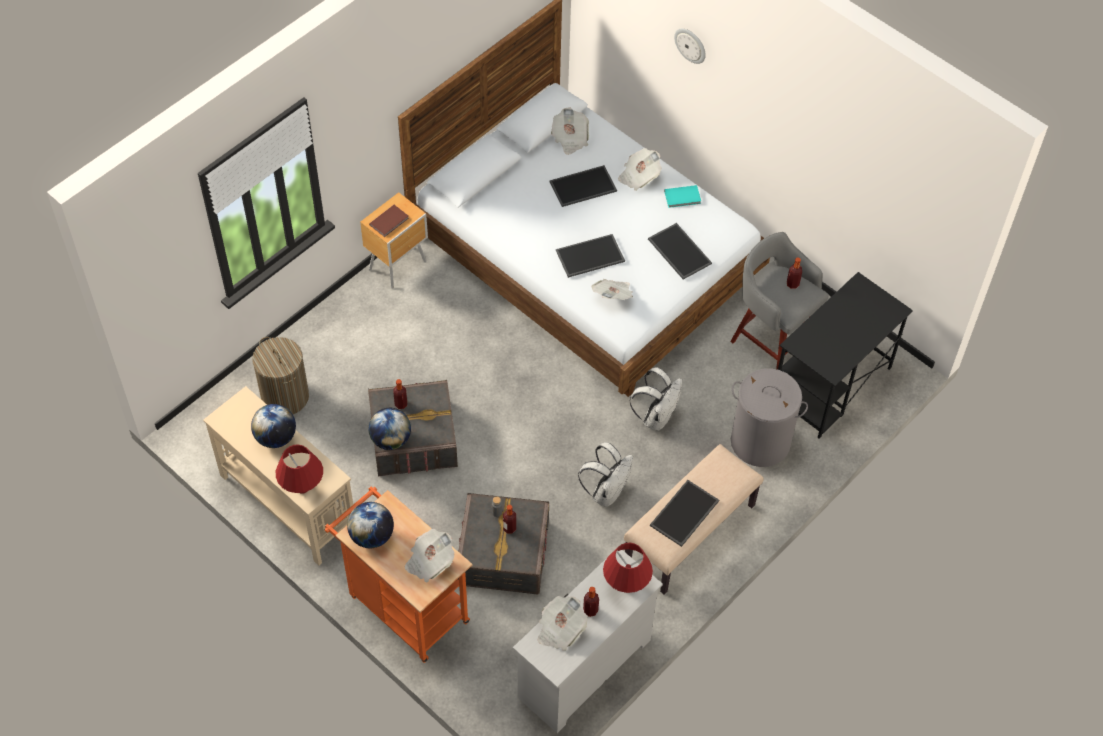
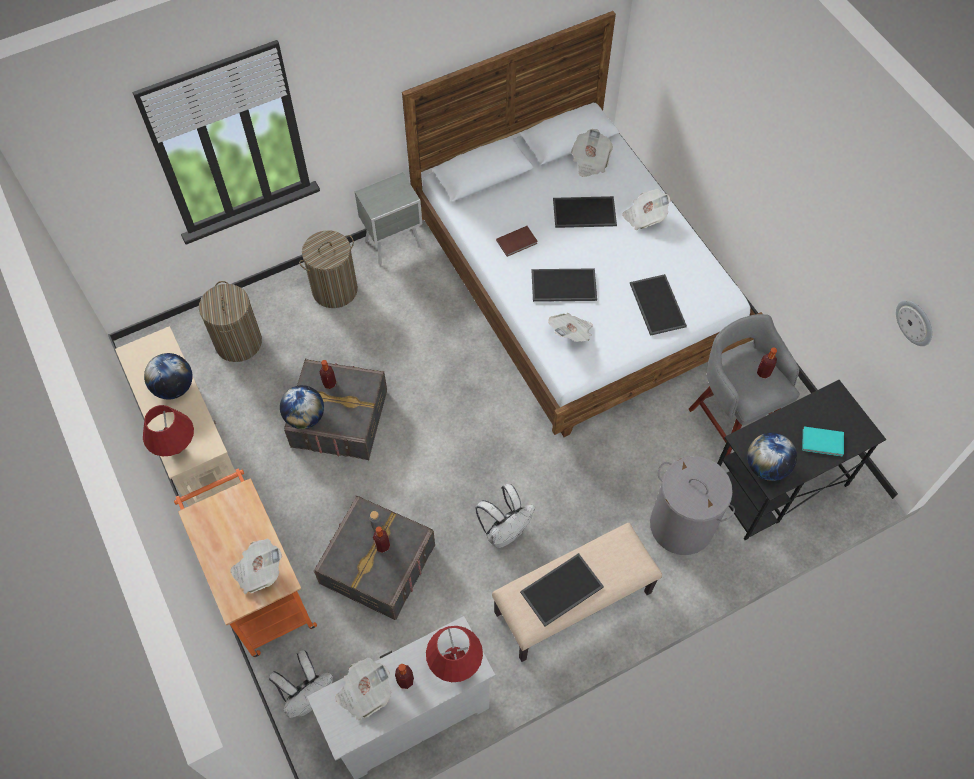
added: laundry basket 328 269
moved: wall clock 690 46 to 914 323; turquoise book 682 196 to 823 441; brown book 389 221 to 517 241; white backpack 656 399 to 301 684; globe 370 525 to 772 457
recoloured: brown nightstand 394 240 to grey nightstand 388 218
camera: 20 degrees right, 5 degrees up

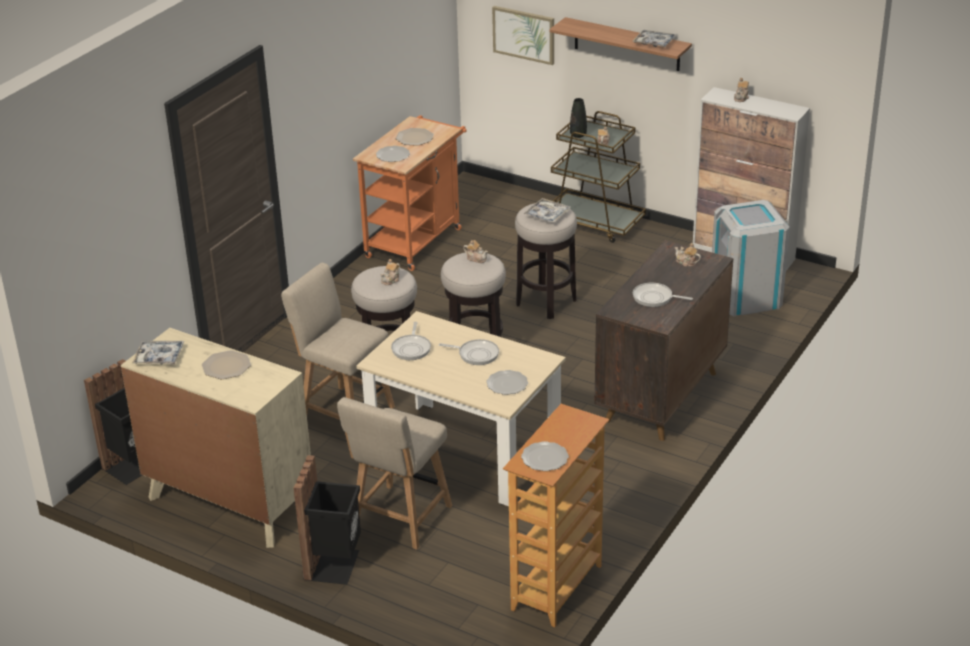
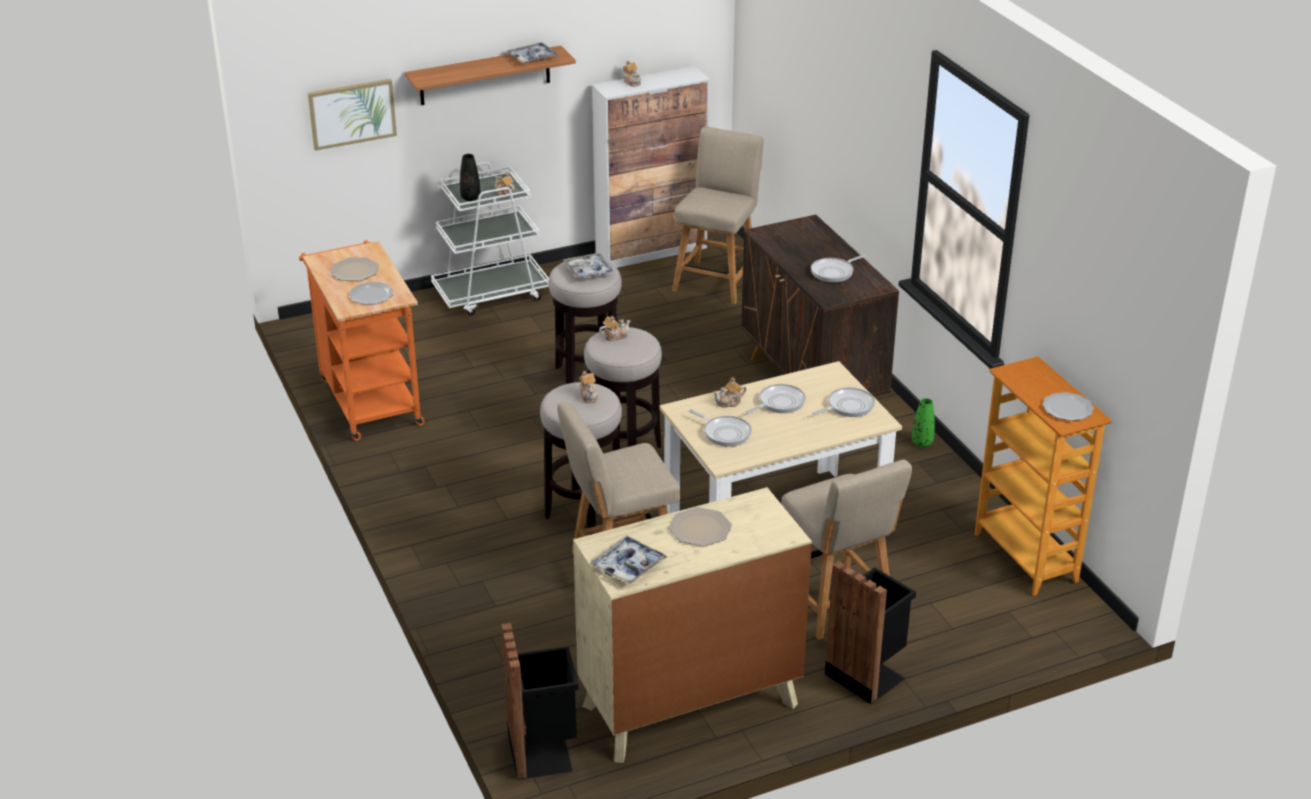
added: green vase 923 422
moved: teapot 688 255 to 729 392
replaced: grey trash can 751 258 to beige chair 718 215; plate 507 382 to frying pan 843 402
recoloured: brown cart 598 177 to white cart 490 238
camera: 55 degrees left, 0 degrees up

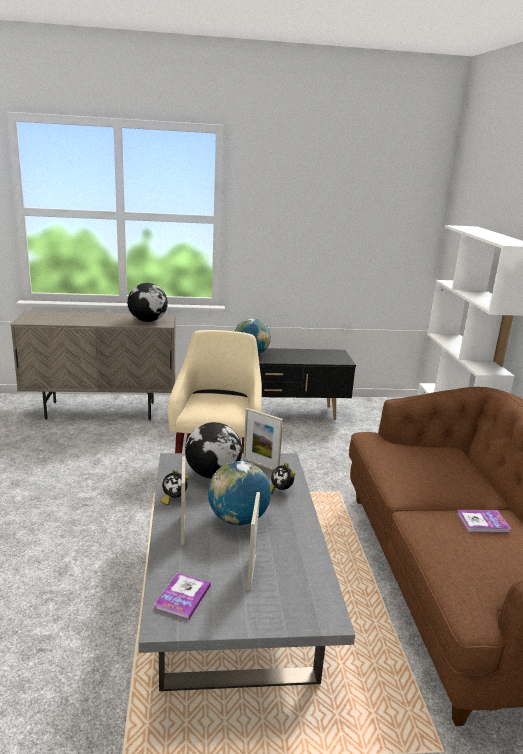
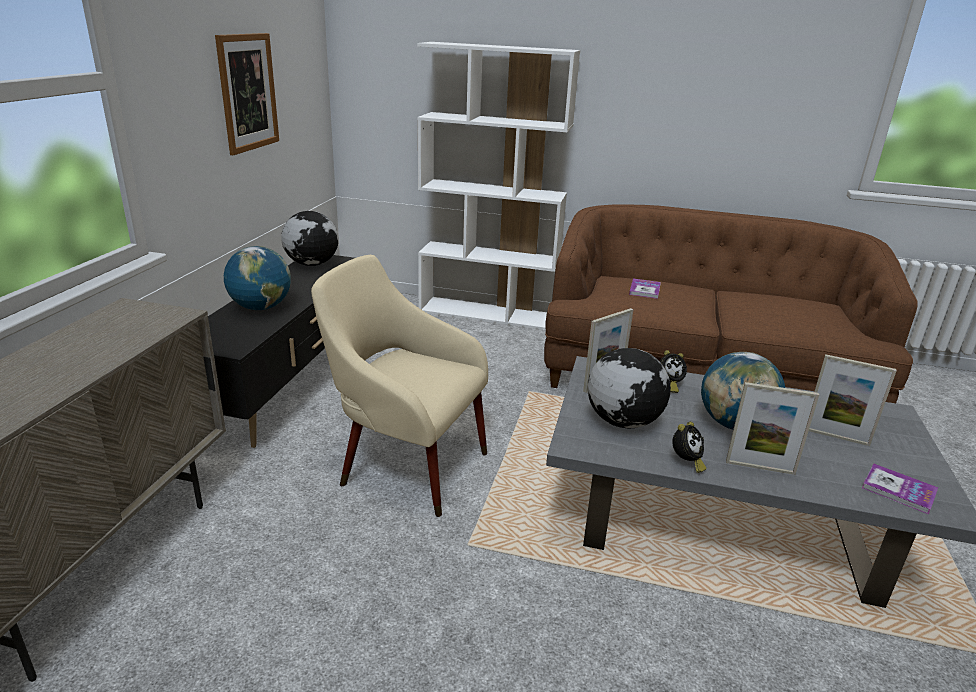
added: picture 247 94
moved: globe 147 302 to 310 238; book 484 521 to 645 288
camera: 70 degrees left, 5 degrees up

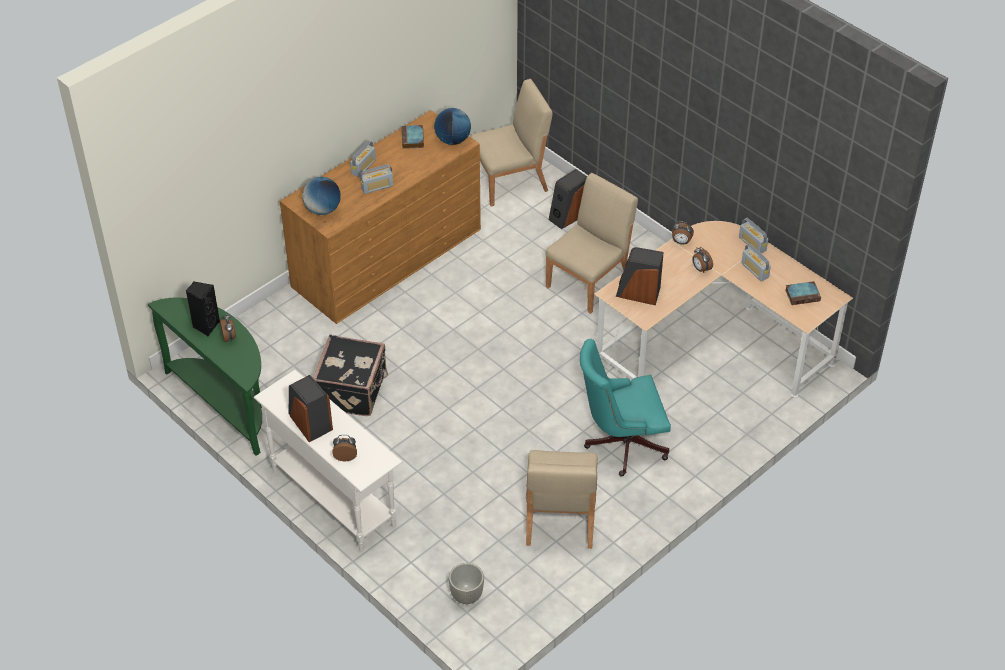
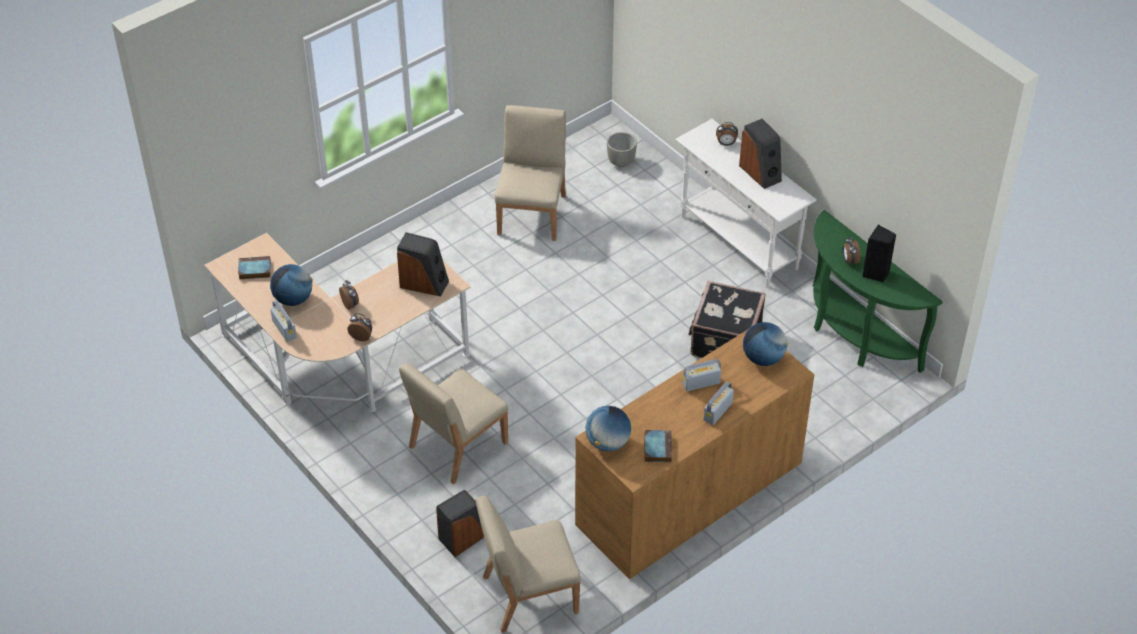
removed: turquoise office chair 625 408
replaced: radio 756 262 to globe 291 285
camera: 175 degrees left, 0 degrees up

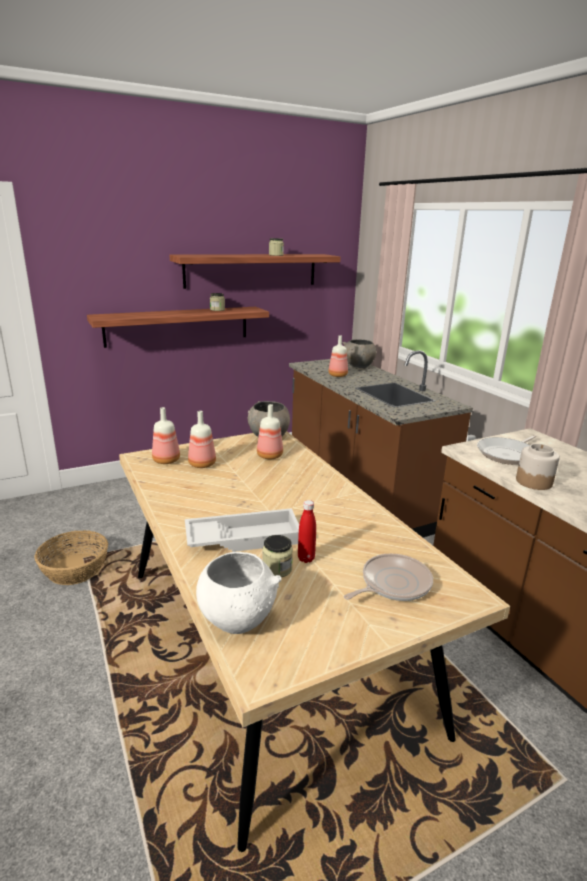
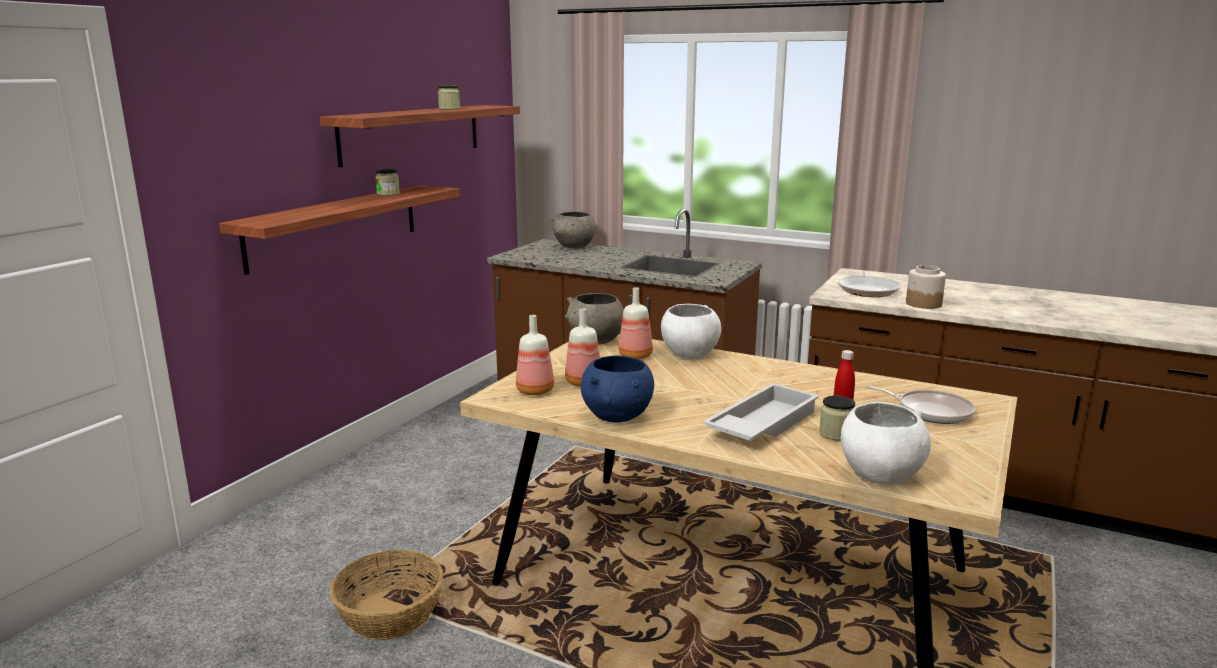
removed: bottle 338 356
added: white bowl 691 331; blue bowl 617 389
turned: frying pan 388 577 = 920 404 105 degrees clockwise
camera: 35 degrees left, 5 degrees down

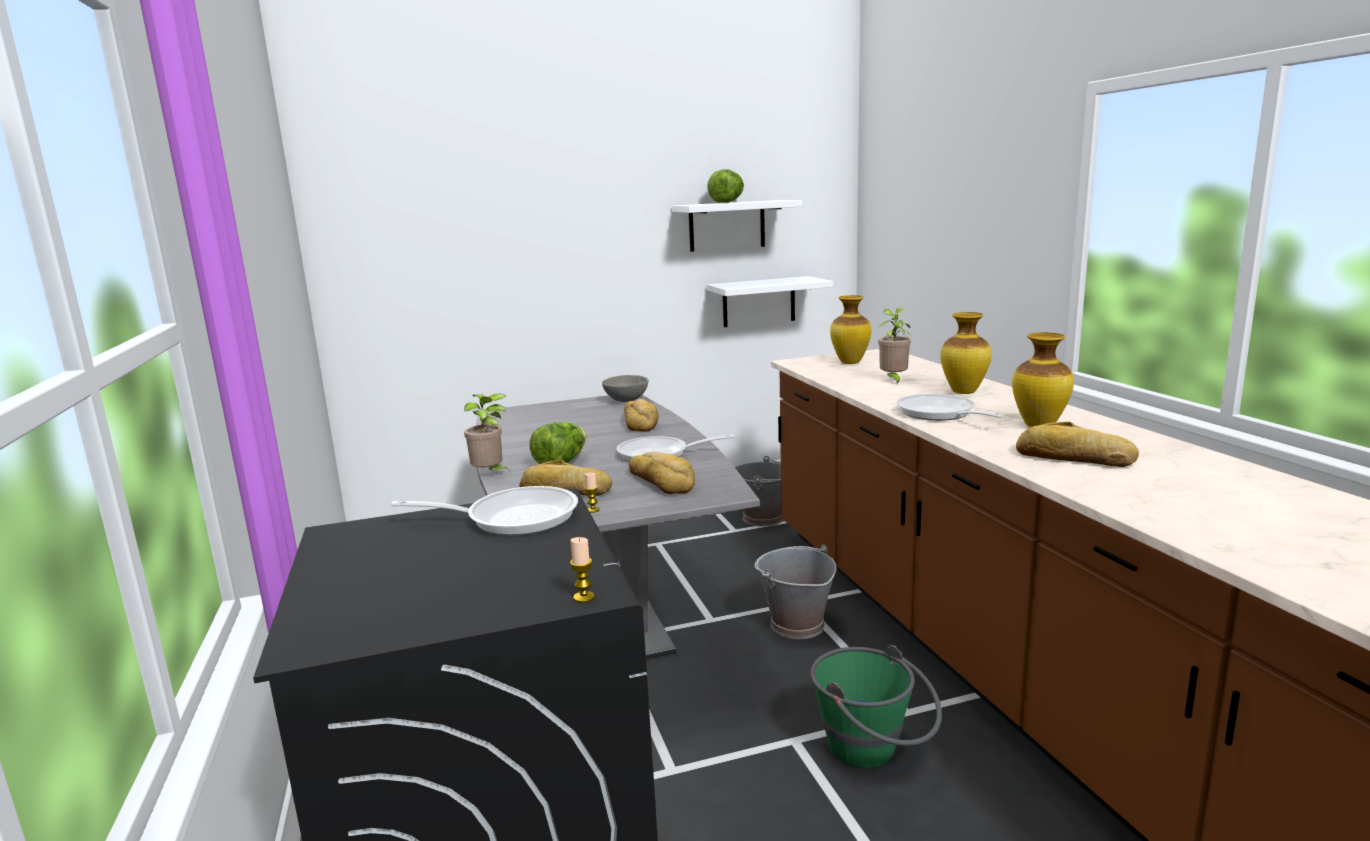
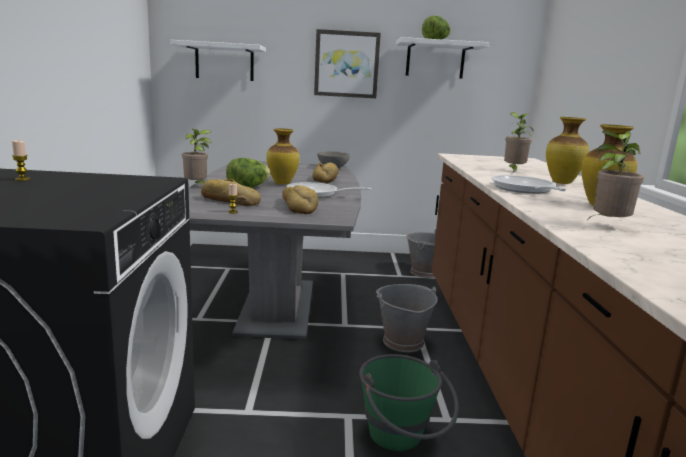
removed: frying pan 484 511
added: picture 347 63
moved: white shelf 770 301 to 218 60; vase 850 329 to 283 157; candle 582 570 to 21 160
replaced: bread 1077 444 to potted plant 616 175
camera: 15 degrees right, 0 degrees up

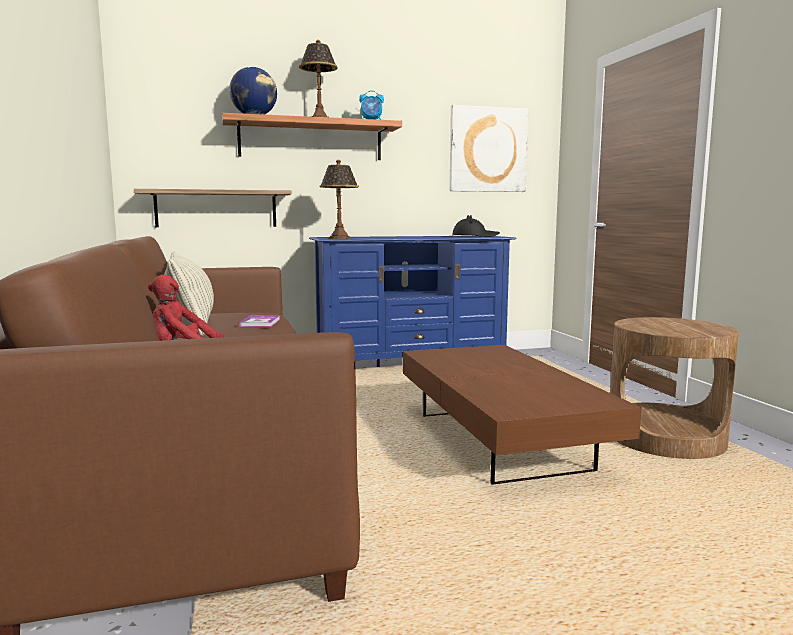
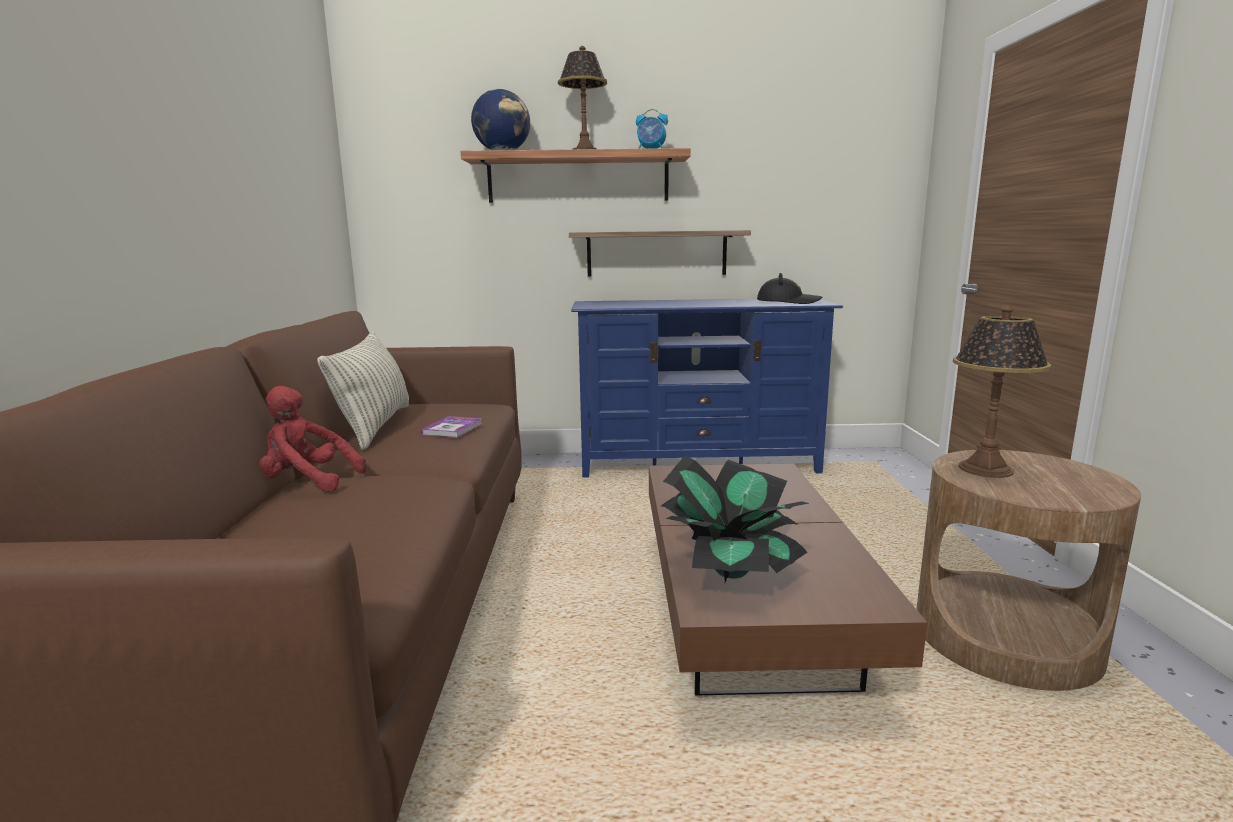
removed: picture 489 148
added: potted plant 735 519
moved: table lamp 339 199 to 1002 392; shelf 213 208 to 660 253
camera: 15 degrees right, 5 degrees up

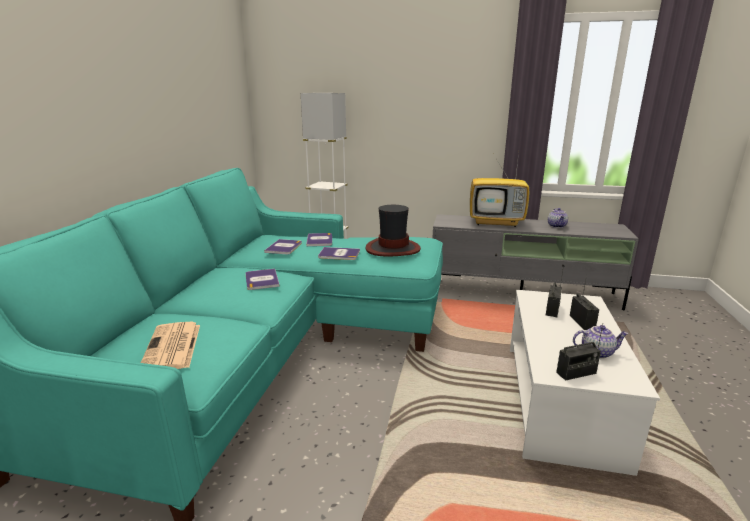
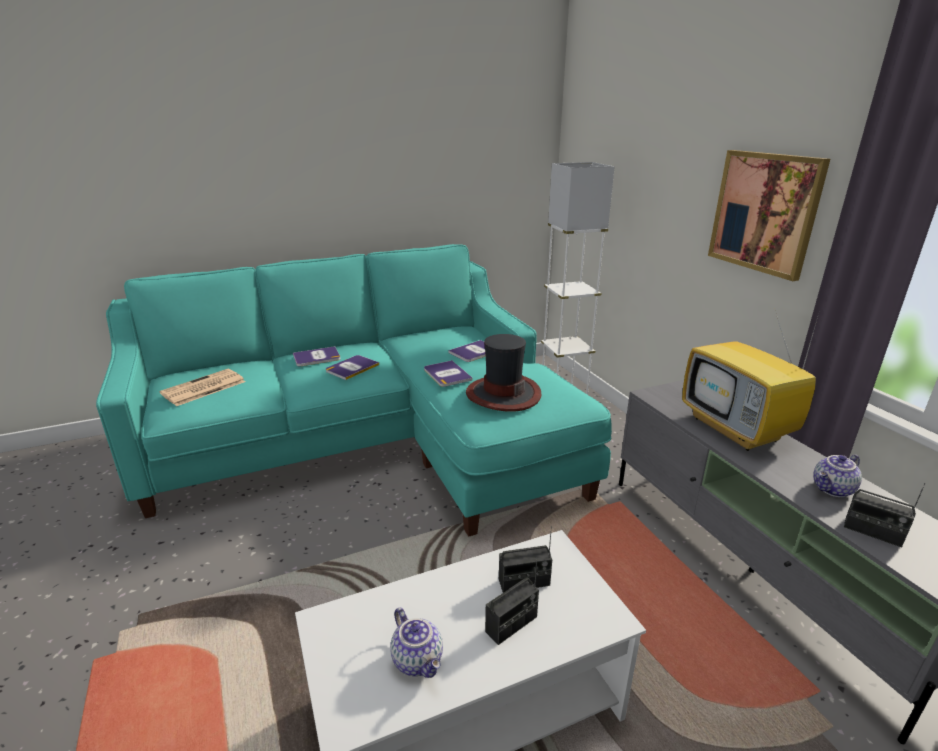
added: picture 769 215
moved: book 283 246 to 317 356; radio 579 352 to 884 515
camera: 55 degrees right, 5 degrees up

